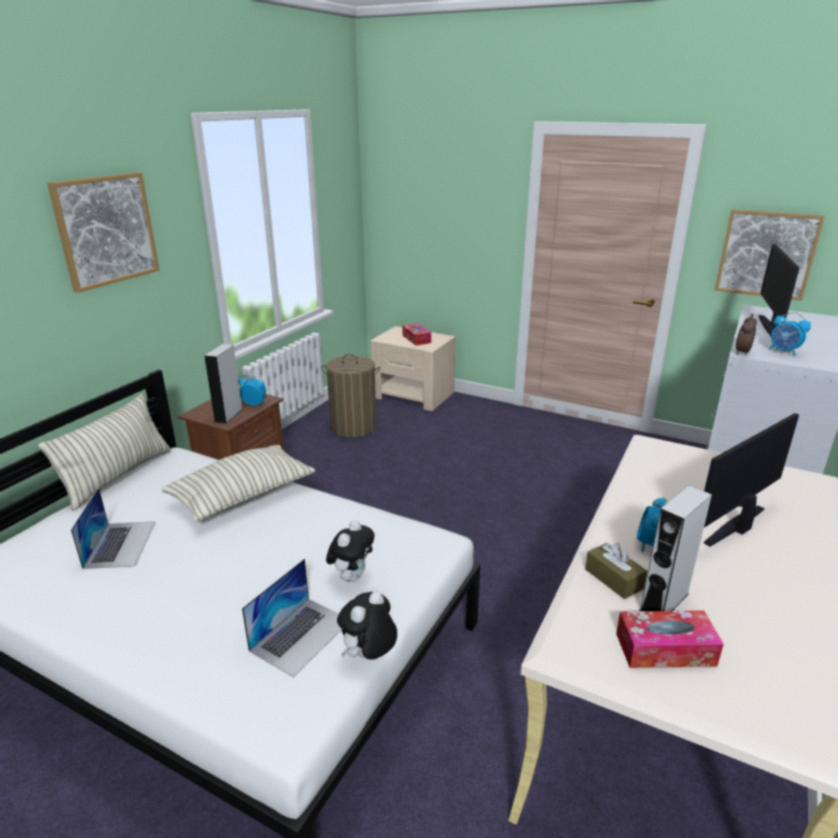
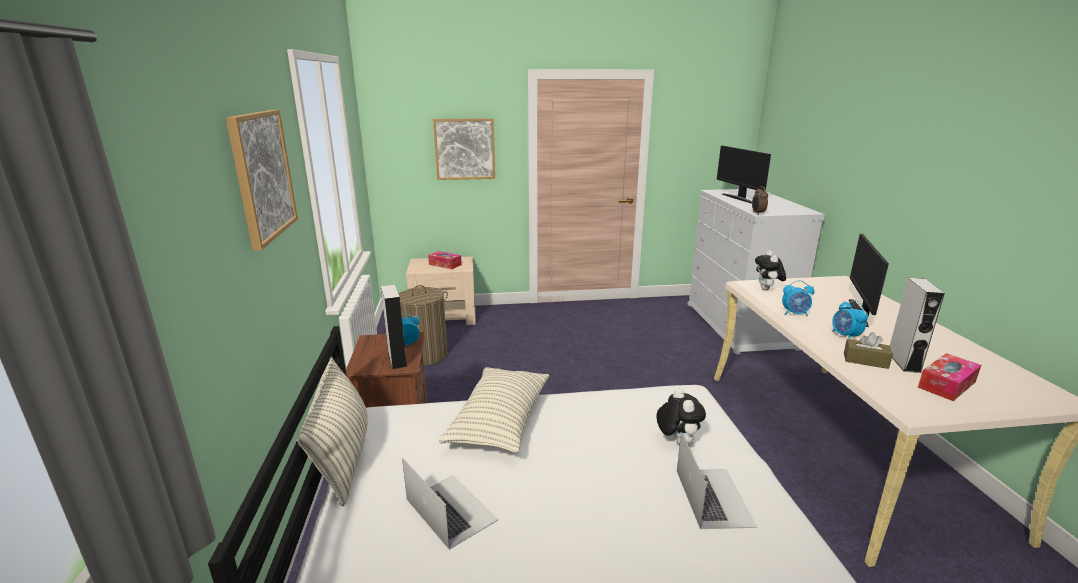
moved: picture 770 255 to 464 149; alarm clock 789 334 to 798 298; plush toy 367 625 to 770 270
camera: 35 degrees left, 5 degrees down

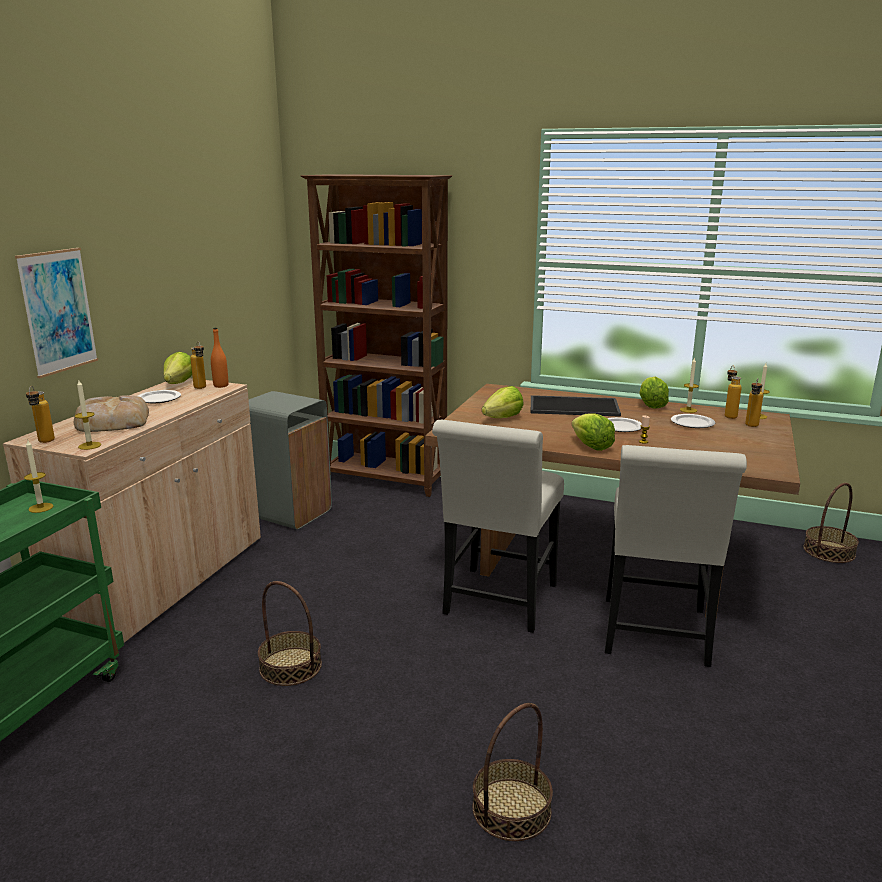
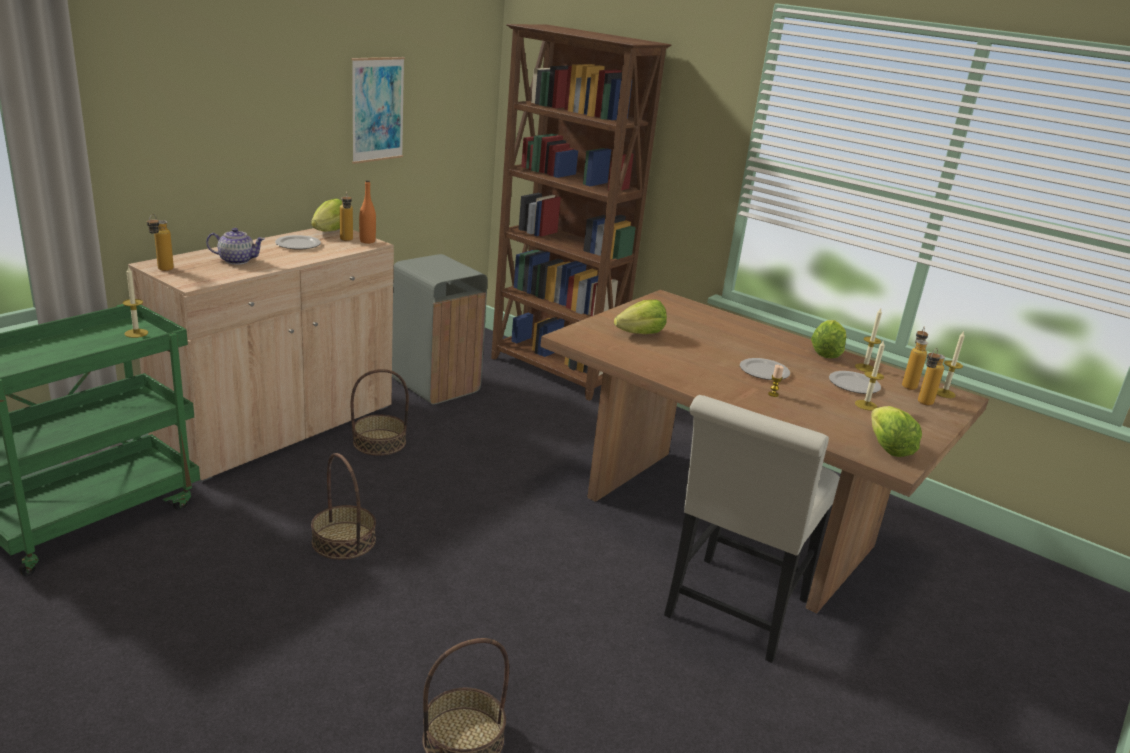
removed: tray 576 406; white chair 498 526
moved: picture 56 313 to 378 110; candle 88 415 to 870 375; lettuce 593 432 to 896 431; basket 831 523 to 380 412
replaced: bread 111 413 to teapot 235 246
camera: 15 degrees right, 5 degrees up

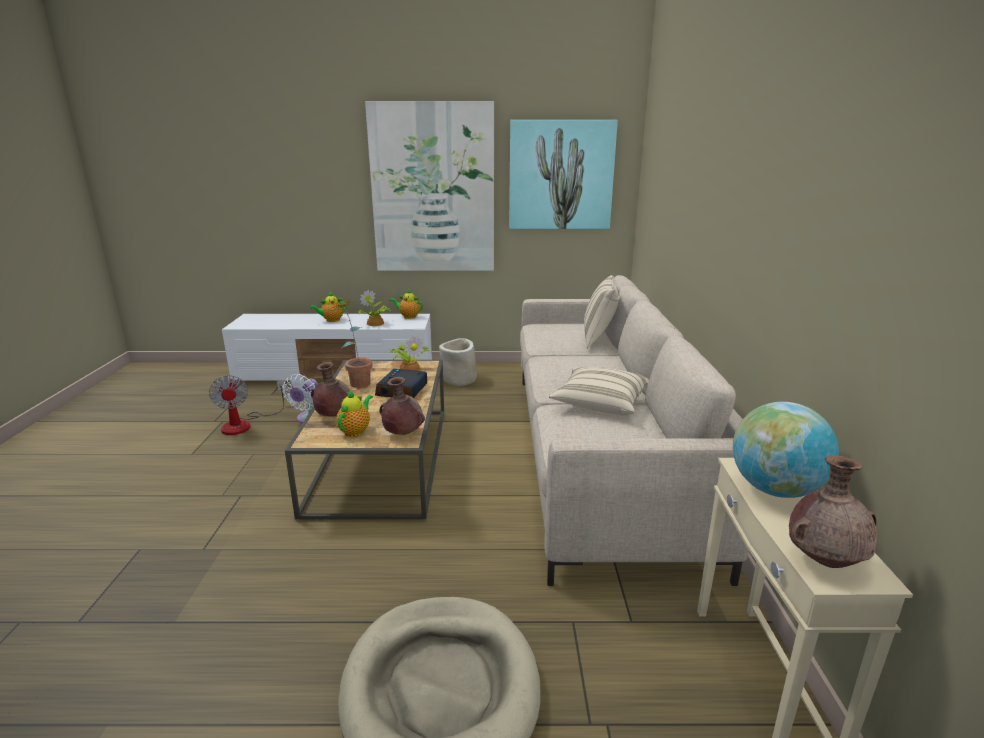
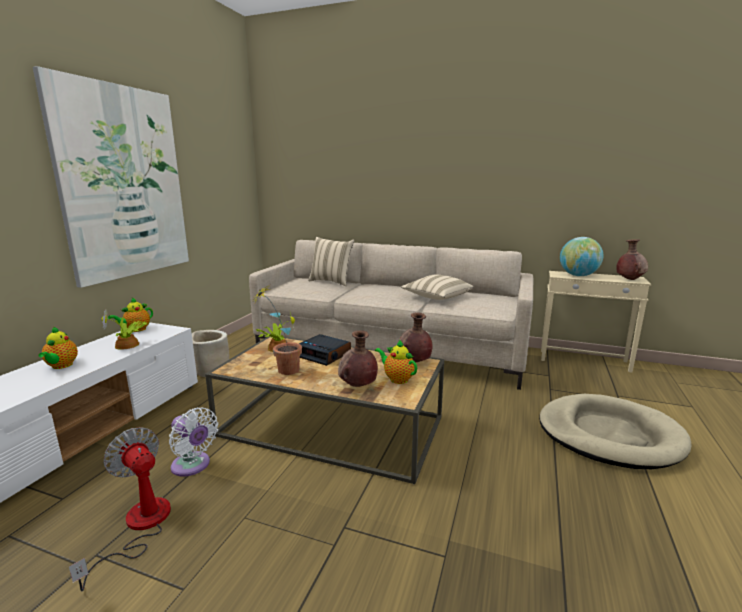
removed: picture 563 174
turned: fan 247 405 = 120 509 135 degrees counterclockwise
camera: 70 degrees left, 5 degrees down

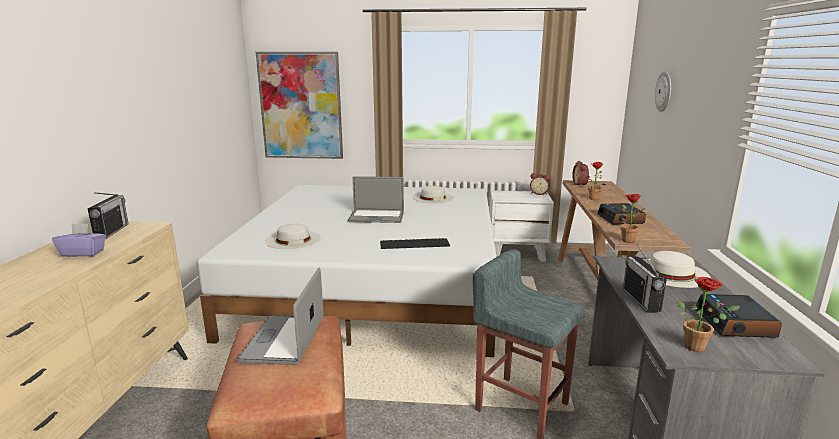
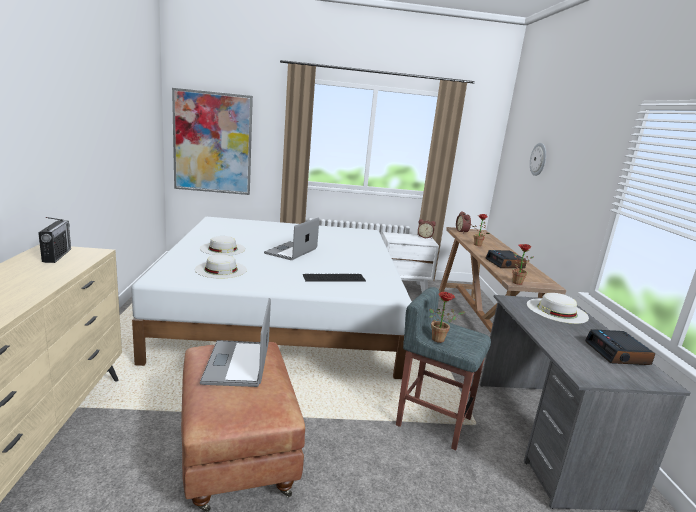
removed: purple tissue box 79 240; radio 645 278
moved: white hat 433 194 to 223 245; potted plant 708 314 to 447 317
turned: laptop 375 199 = 291 238 120 degrees clockwise
camera: 10 degrees left, 0 degrees up

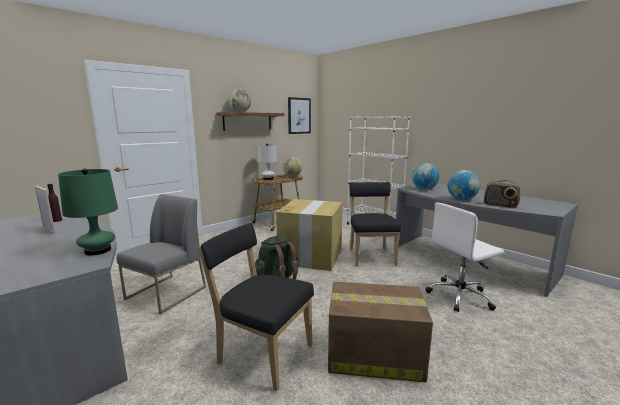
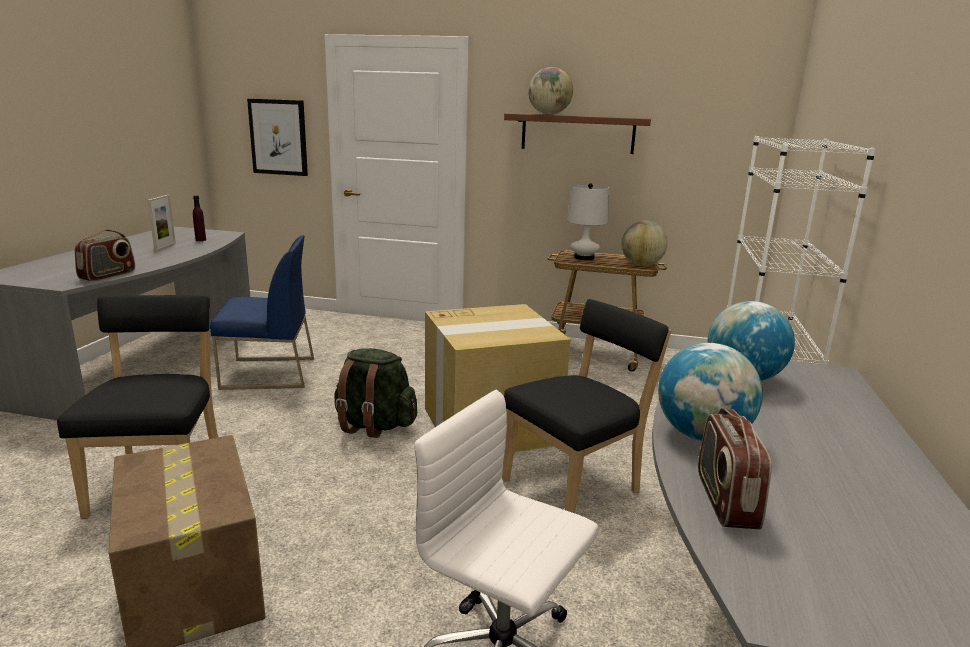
moved: picture 299 115 to 277 137
replaced: green table lamp 88 212 to radio 105 255
recoloured: grey chair 161 254 to blue chair 262 312
camera: 55 degrees right, 5 degrees up

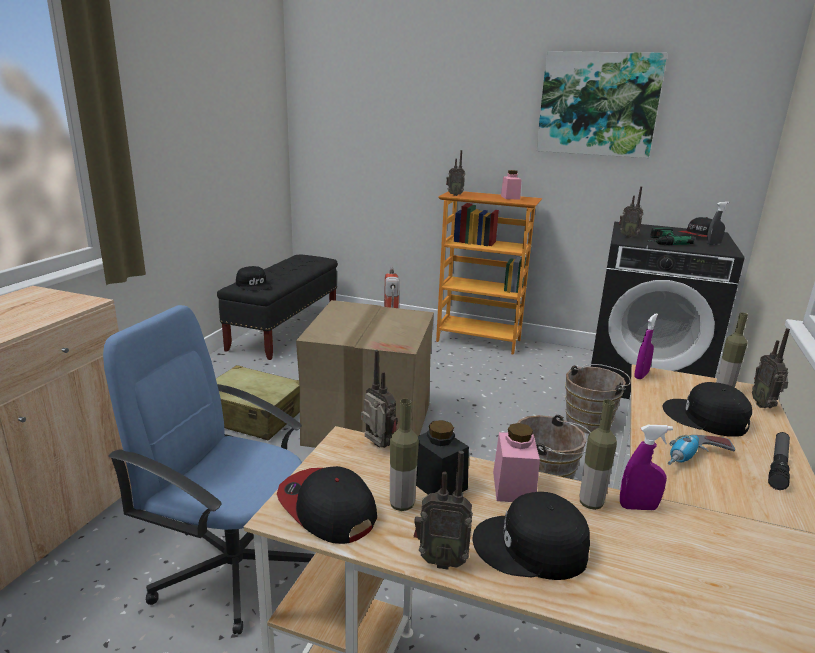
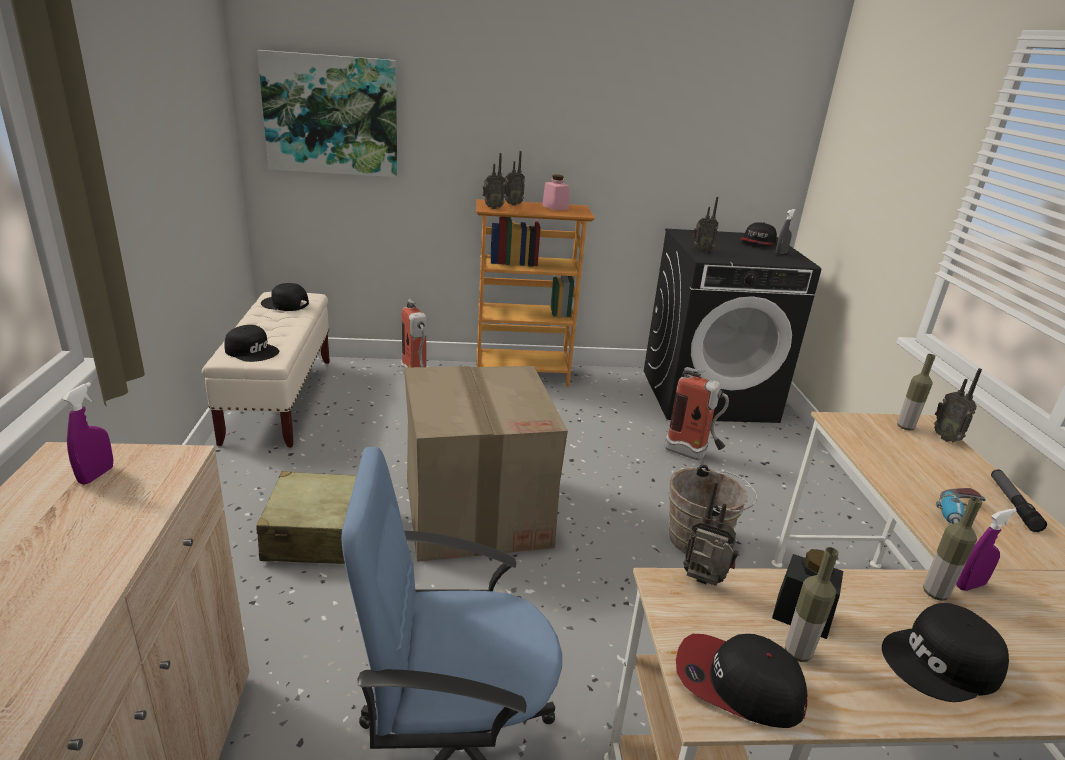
removed: power drill 671 236; pink jar 516 462
moved: picture 601 104 to 327 113; purple spray bottle 646 346 to 87 433; black cap 707 409 to 285 297; radio 443 510 to 514 178
replaced: brown bucket 598 398 to fire extinguisher 697 413
recoloured: black bench 277 307 to beige bench 266 369
camera: 25 degrees left, 5 degrees up

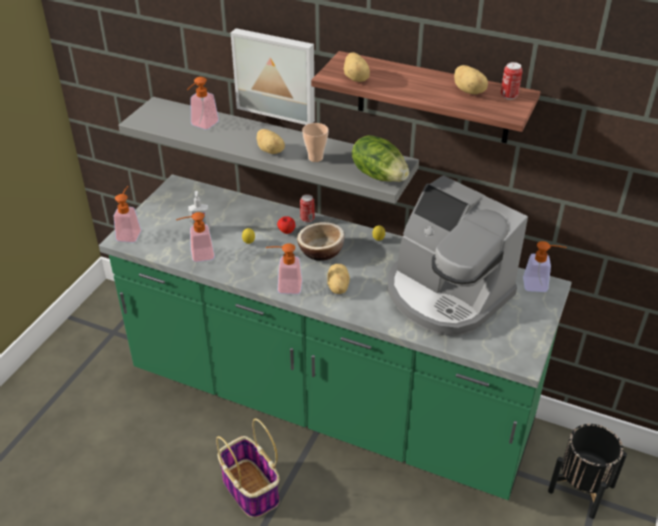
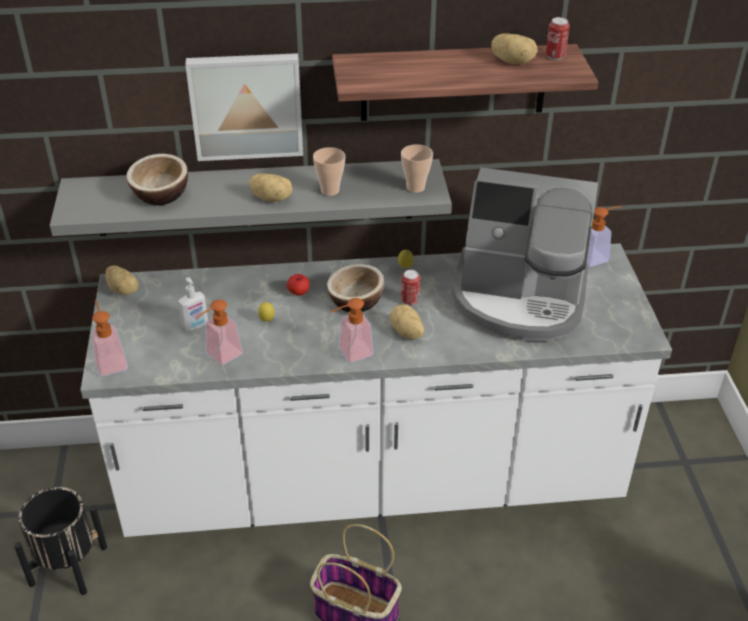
moved: potato 357 67 to 122 280; can 307 208 to 410 288; black planter 587 471 to 60 541
replaced: soap dispenser 203 103 to bowl 157 179; lettuce 380 158 to cup 417 168
recoloured: green counter 335 337 to white counter 376 390
camera: 30 degrees left, 0 degrees up

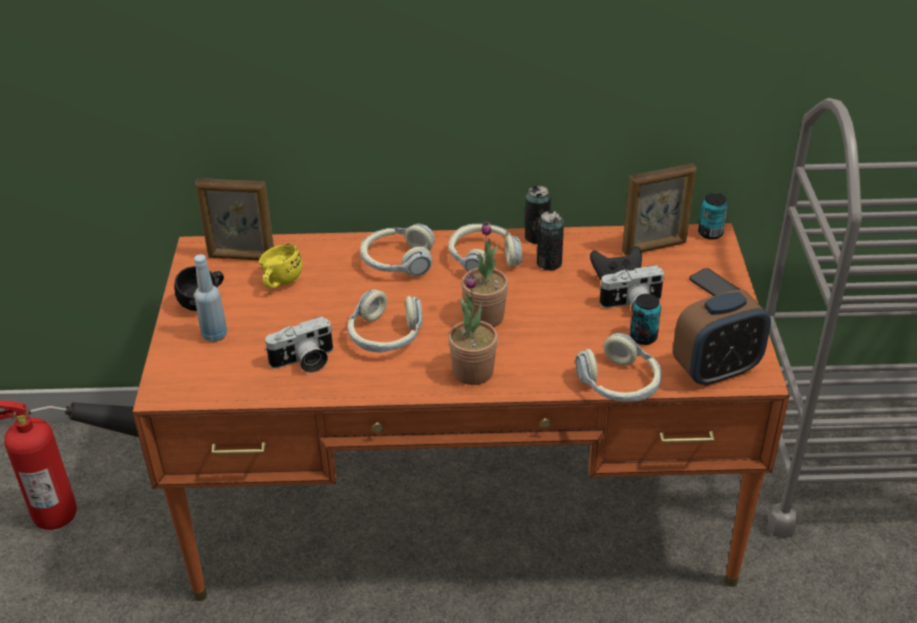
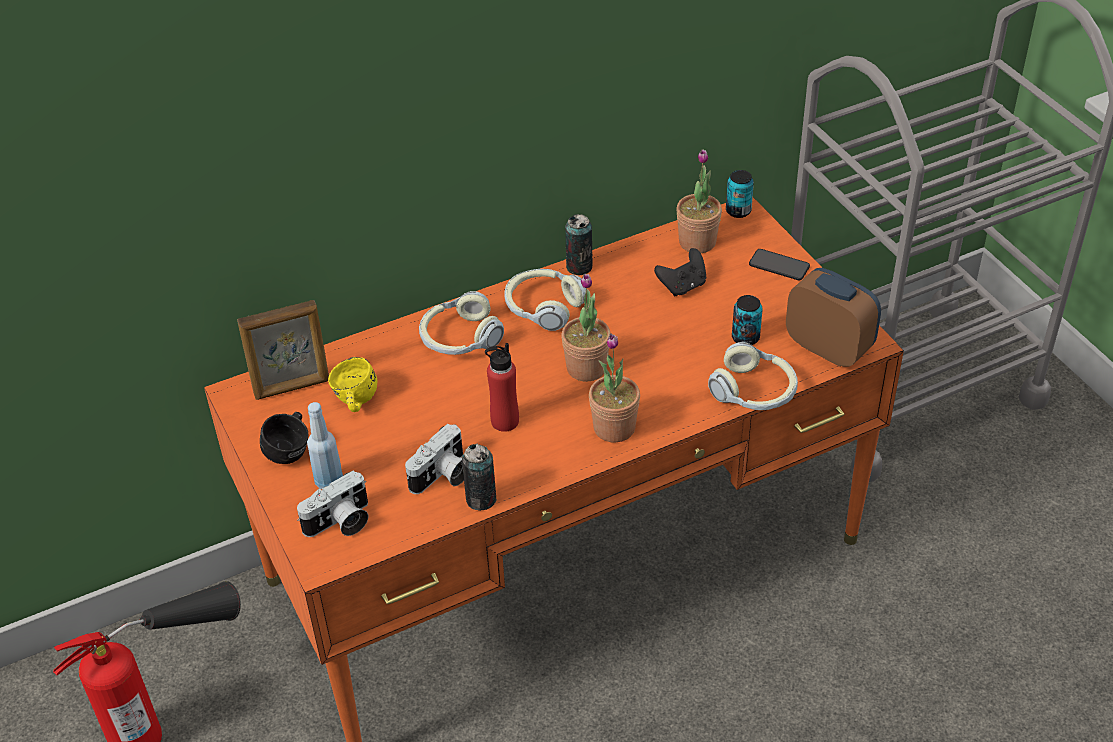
moved: can 550 240 to 479 477; photo camera 632 288 to 332 504
replaced: picture frame 659 209 to potted plant 699 201; headphones 385 320 to red bottle 502 387
turned: alarm clock 722 337 = 833 317 90 degrees counterclockwise
camera: 25 degrees left, 5 degrees up

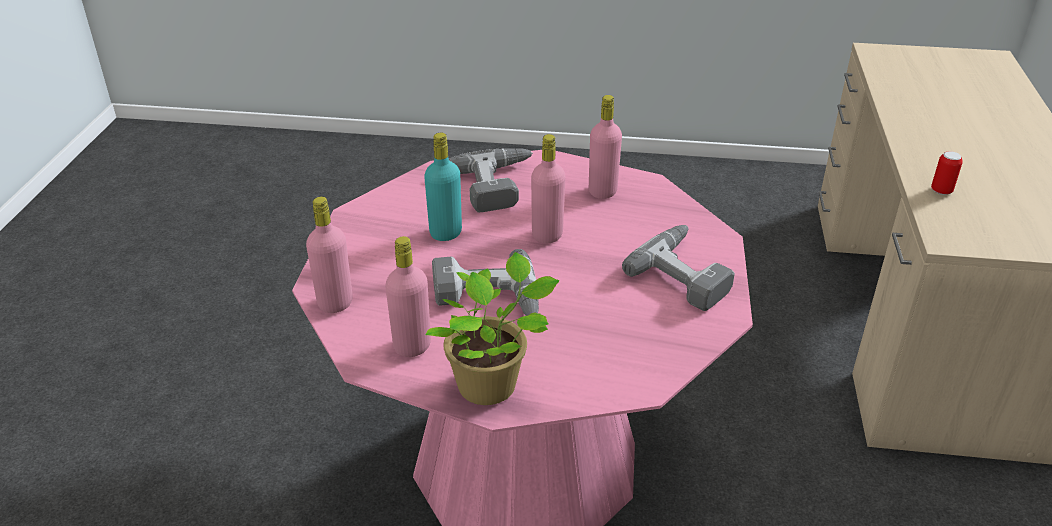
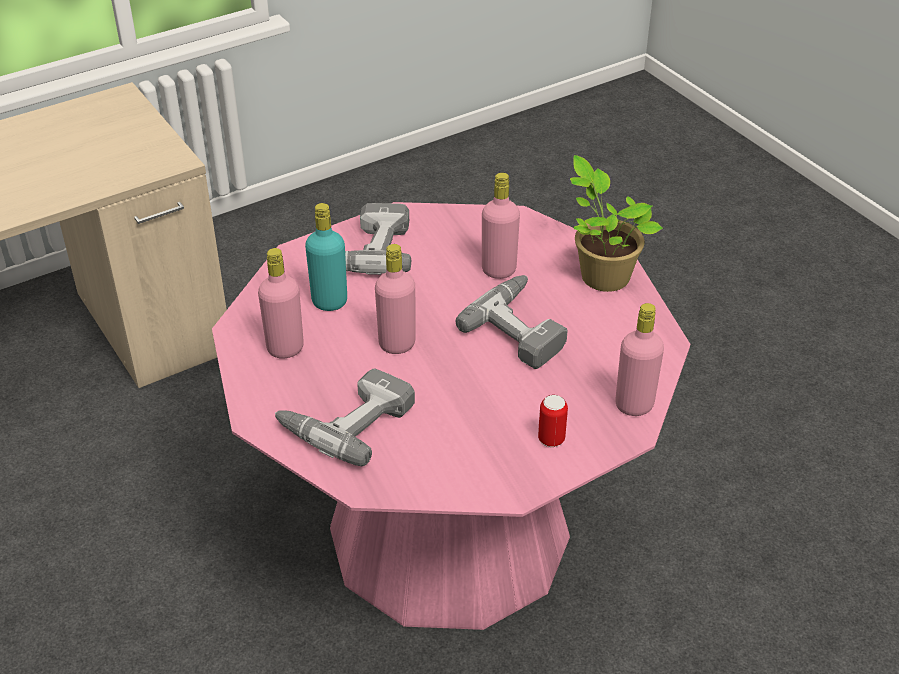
moved: turquoise bottle 443 187 to 326 257; can 947 173 to 553 421; pink bottle 408 296 to 501 226
camera: 130 degrees left, 5 degrees up

